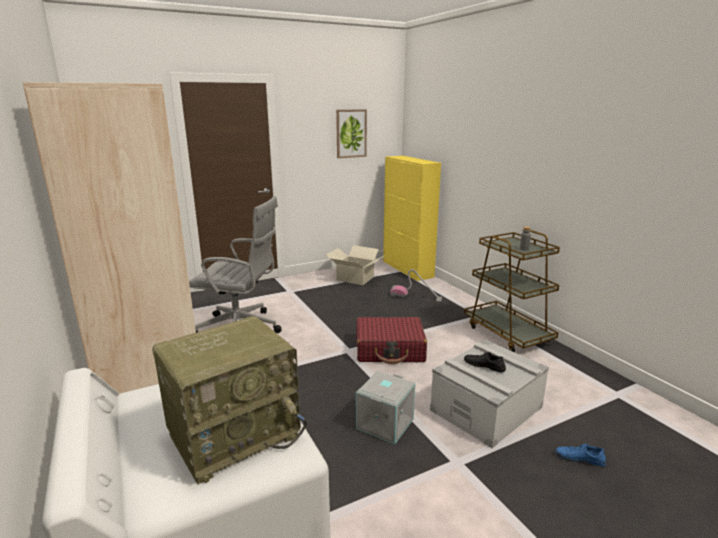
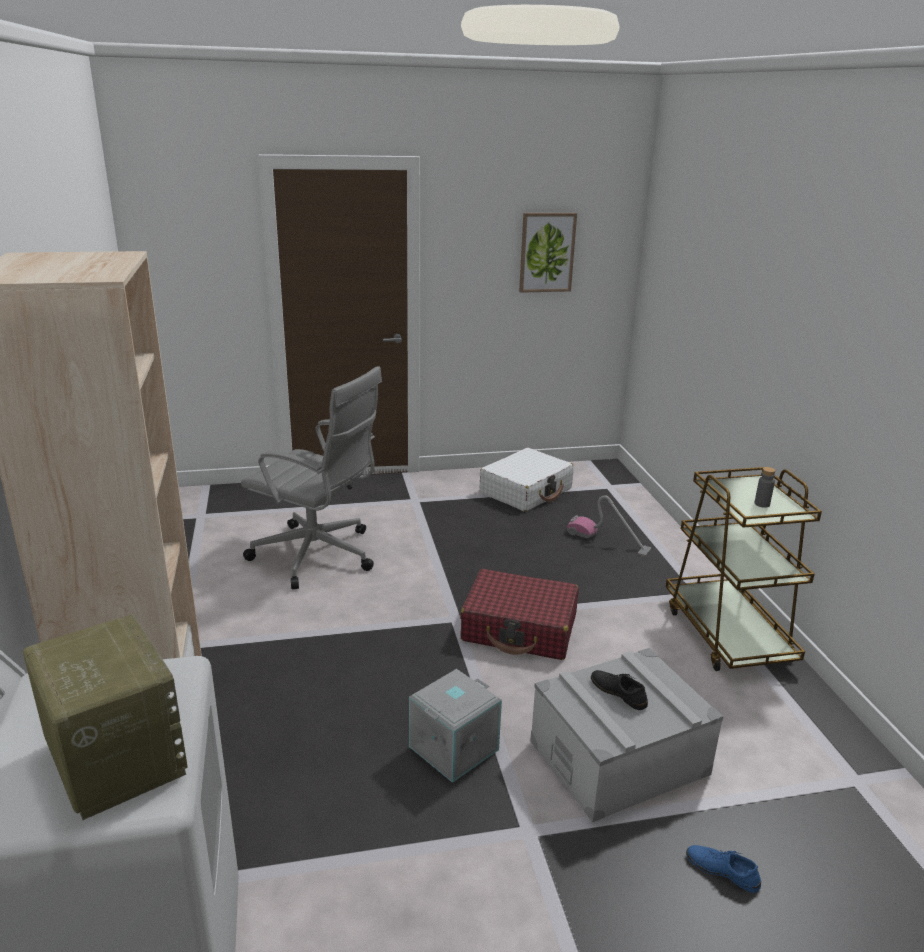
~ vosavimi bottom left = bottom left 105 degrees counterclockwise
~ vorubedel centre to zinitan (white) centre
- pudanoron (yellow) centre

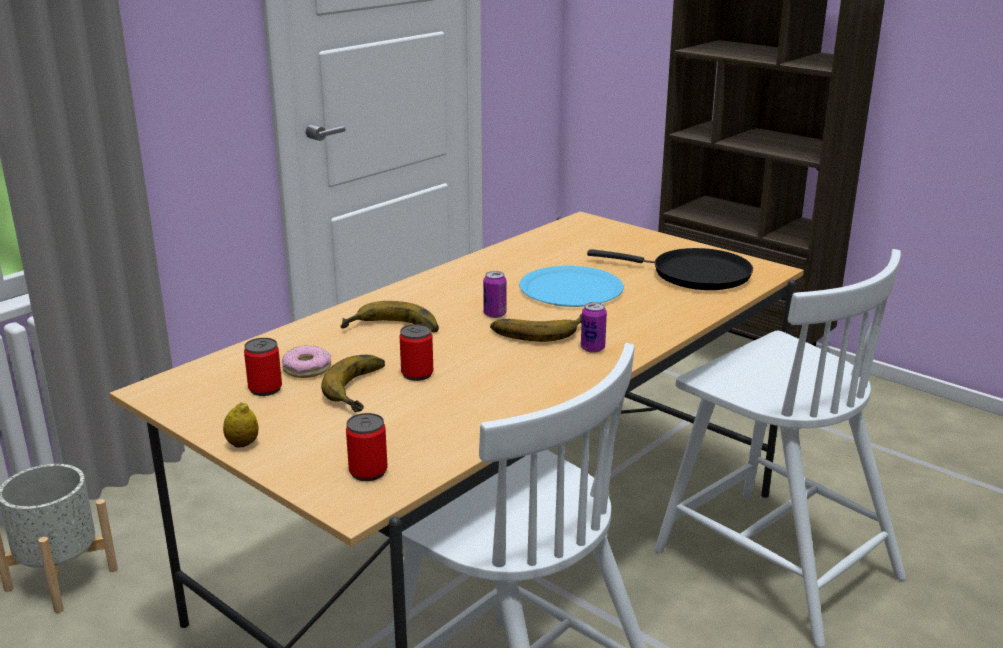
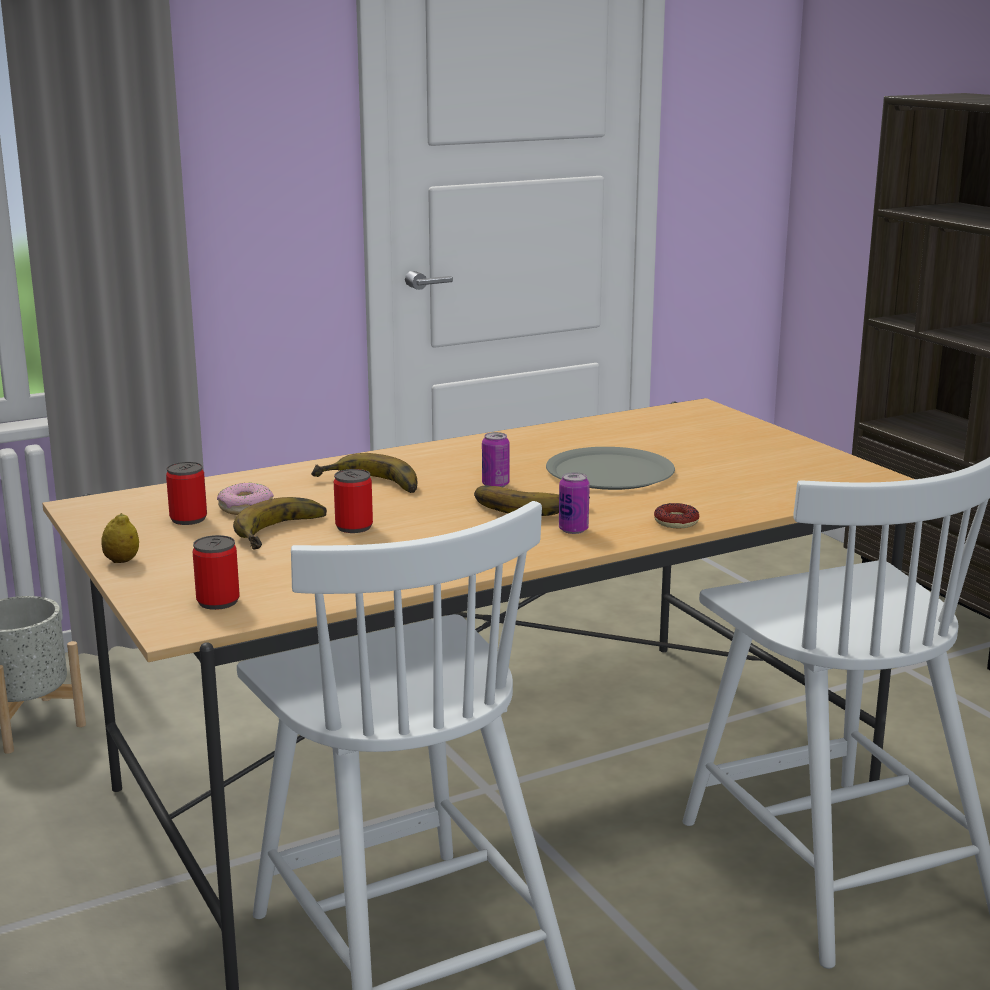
~ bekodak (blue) centre to bekodak (grey) centre
+ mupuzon (2nd from left) middle right
- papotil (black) middle right

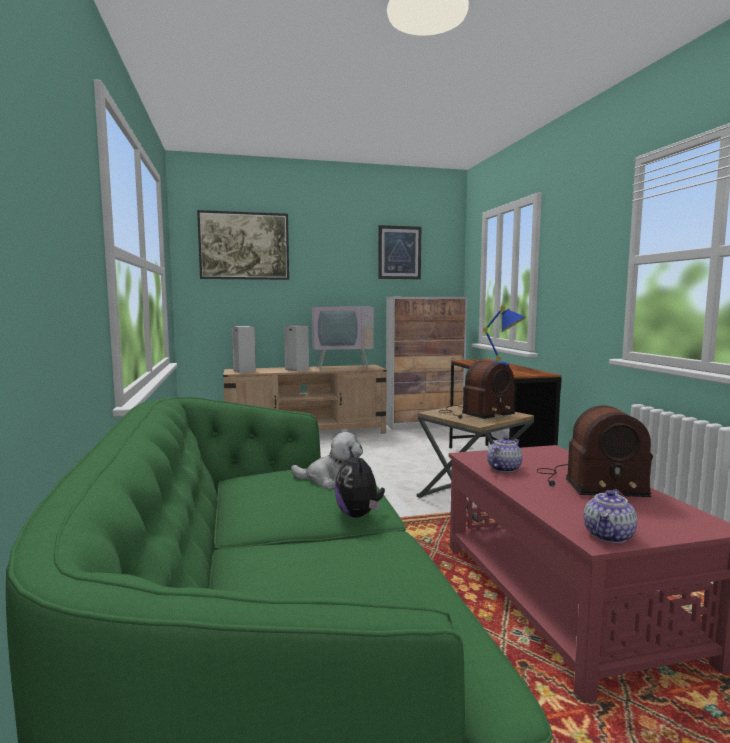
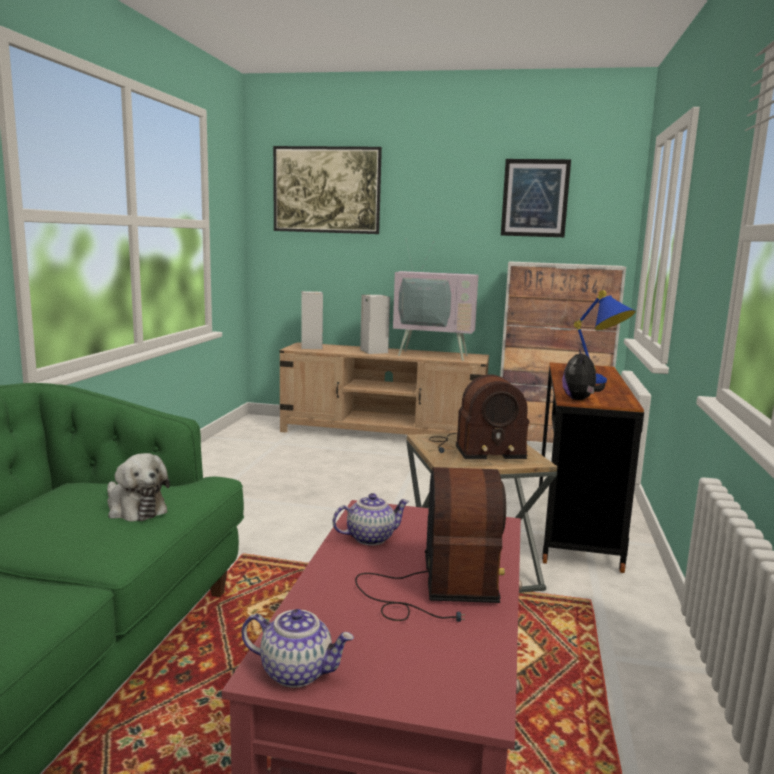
~ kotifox (2nd from left in the first image) bottom right = bottom centre 135 degrees counterclockwise
~ vosavimi (2nd from left in the first image) middle right = bottom centre 120 degrees counterclockwise
~ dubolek (2nd from left) centre to middle right

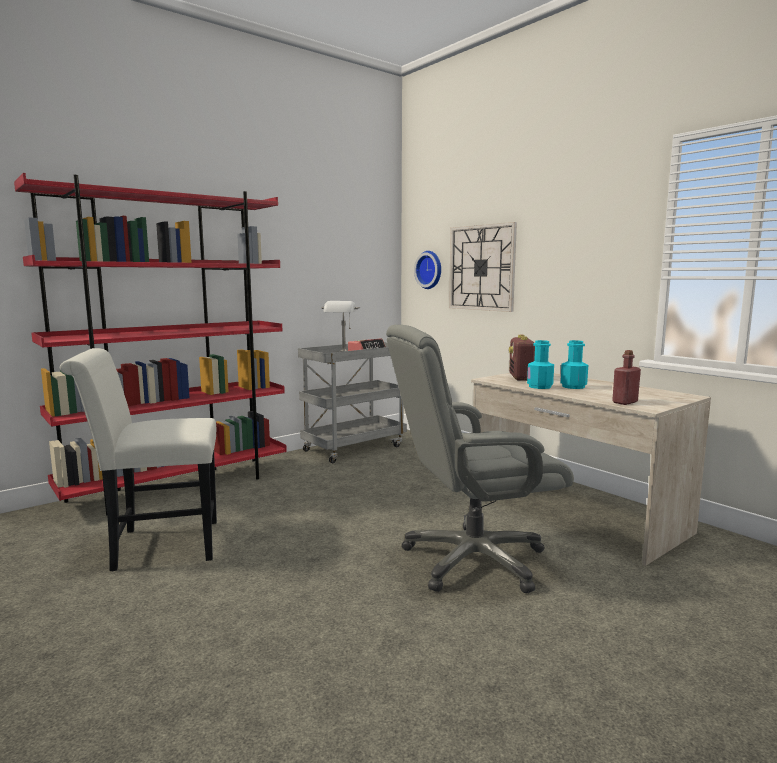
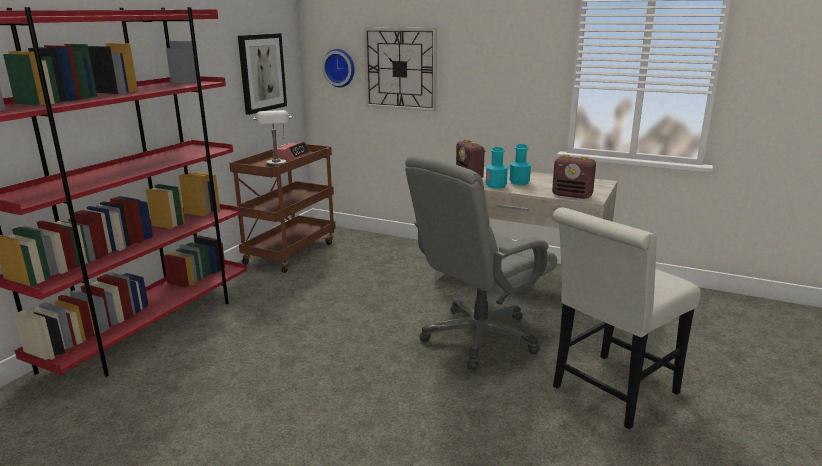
~ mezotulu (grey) centre to mezotulu (brown) centre
+ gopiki top left
~ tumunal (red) middle right to vosavimi (2nd from left) middle right
~ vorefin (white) middle left to bottom right

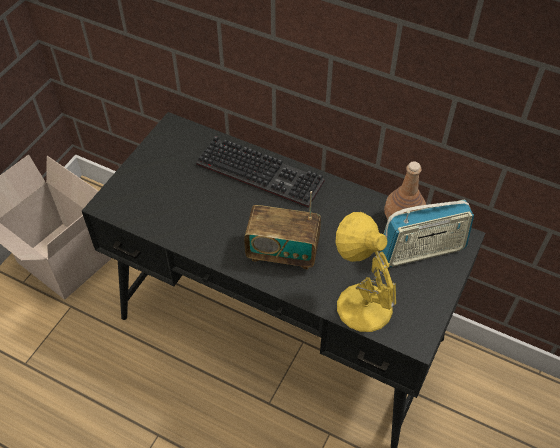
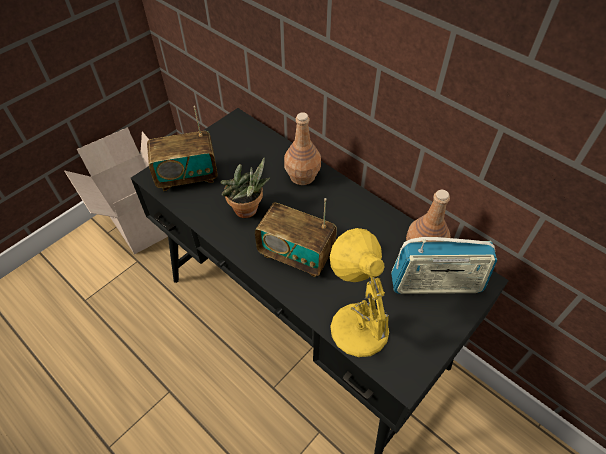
+ vosavimi (1st from left) top left
+ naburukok centre
~ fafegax centre to tumunal (brown) (1st from left) top centre

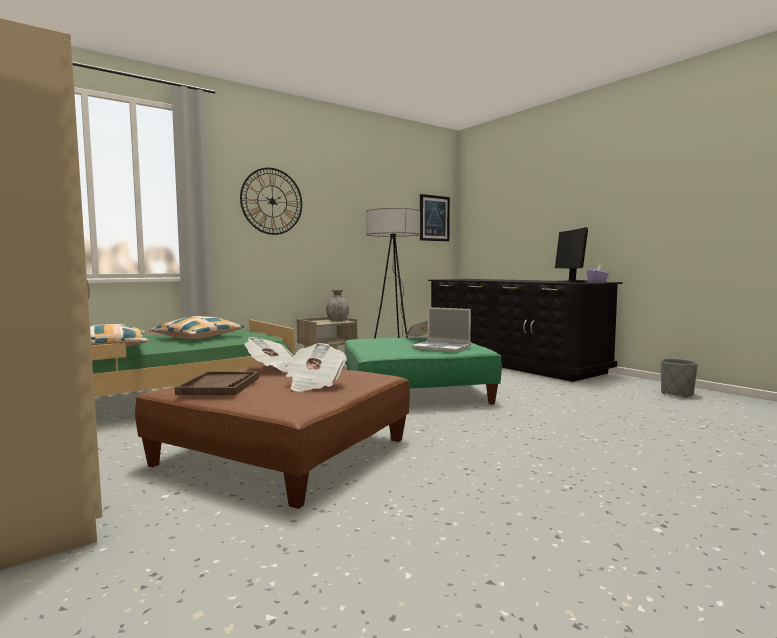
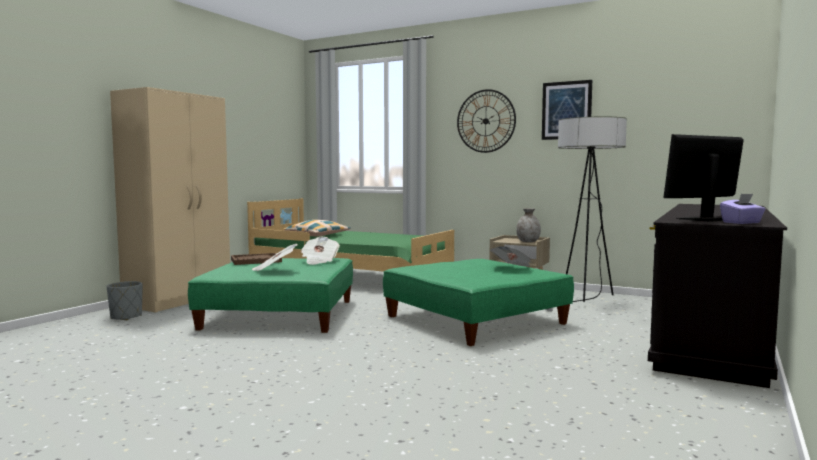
~ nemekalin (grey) middle right to middle left
~ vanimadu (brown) bottom centre to vanimadu (green) (1st from left) middle left
~ gopiki centre to top right
- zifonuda (2nd from left) middle left
- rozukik centre

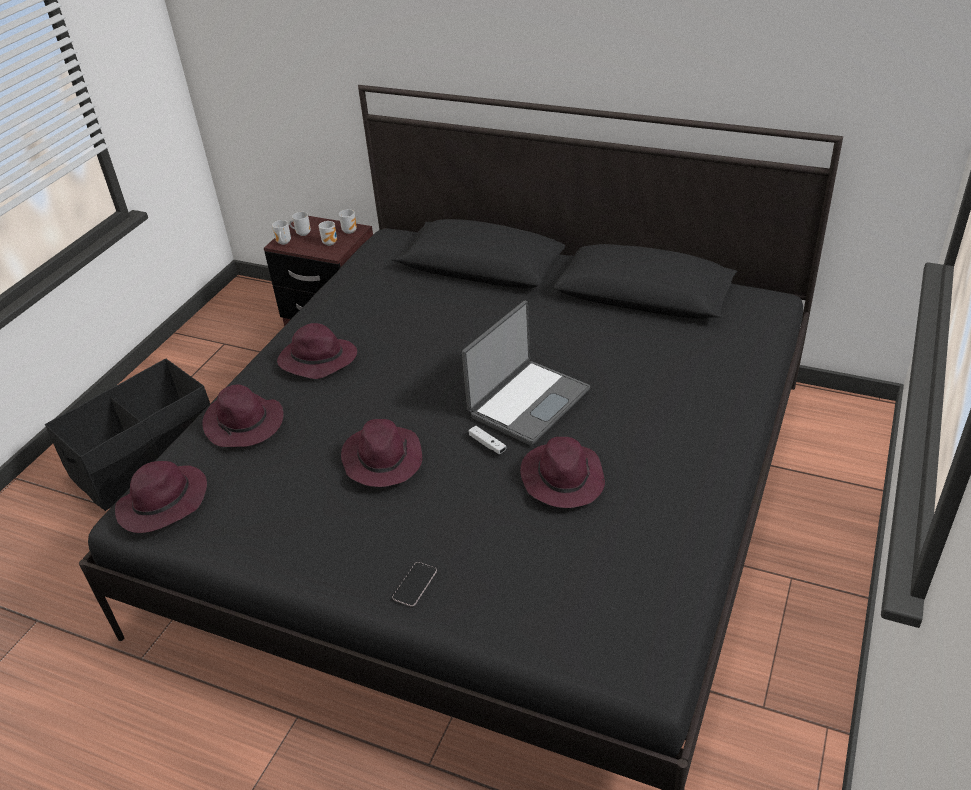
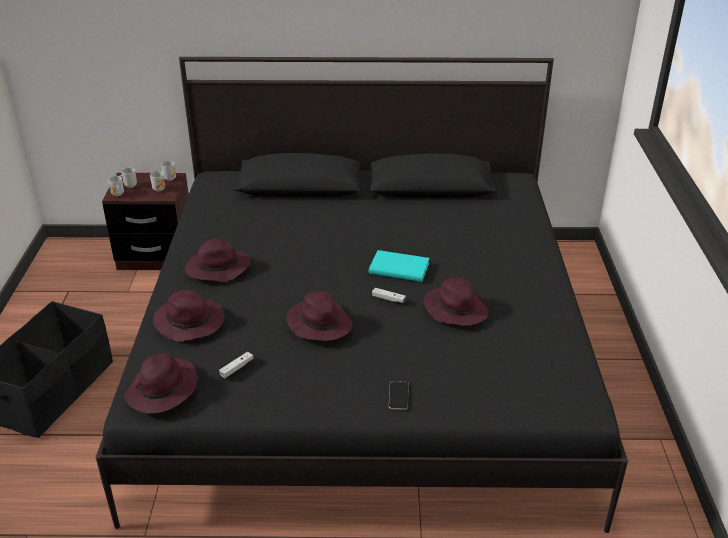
+ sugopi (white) (1st from left) bottom left
~ rozukik centre to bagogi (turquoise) centre

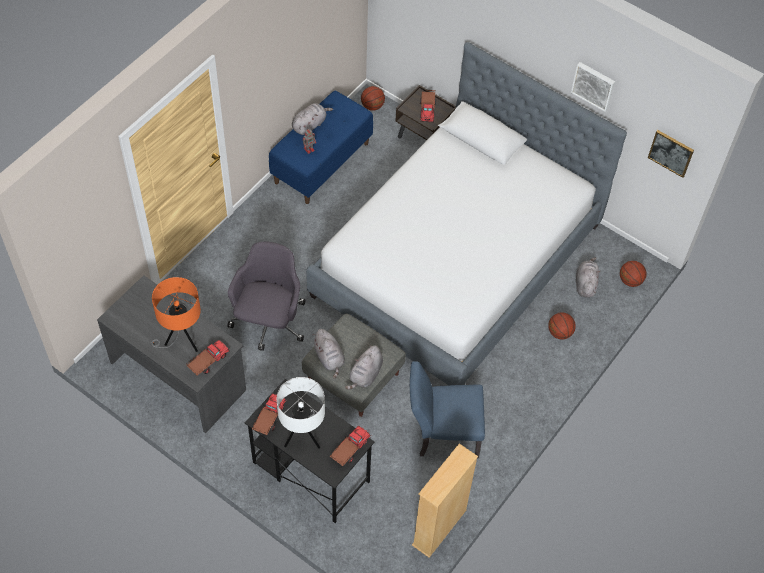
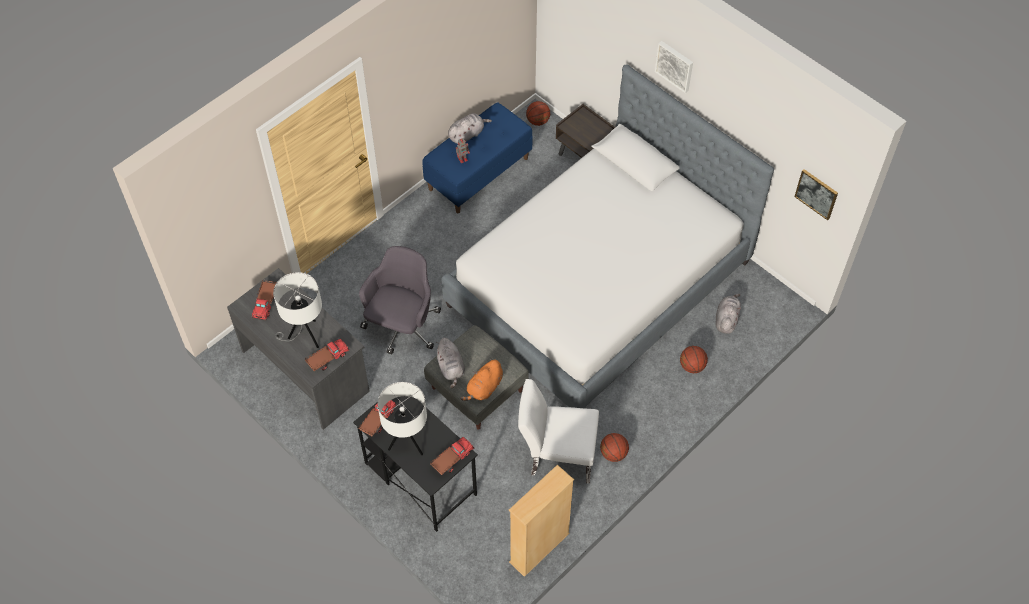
~ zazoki (4th from left in the first image) top centre to zazoki (1st from left) middle left
~ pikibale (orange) middle left to pikibale (white) (1st from left) middle left
~ dubolek (grey) (3rd from left) centre to dubolek (orange) centre
~ vorefin (blue) bottom centre to vorefin (white) bottom centre
~ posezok (3rd from left in the first image) middle right to posezok (2nd from left) bottom centre
~ gopiki (1st from left) top right to top centre

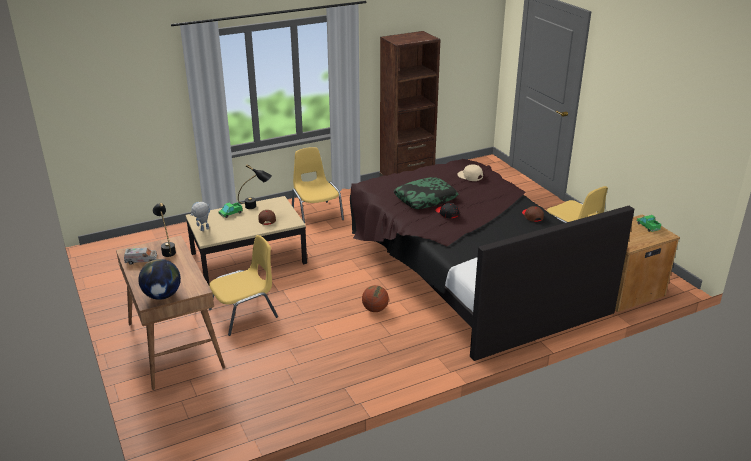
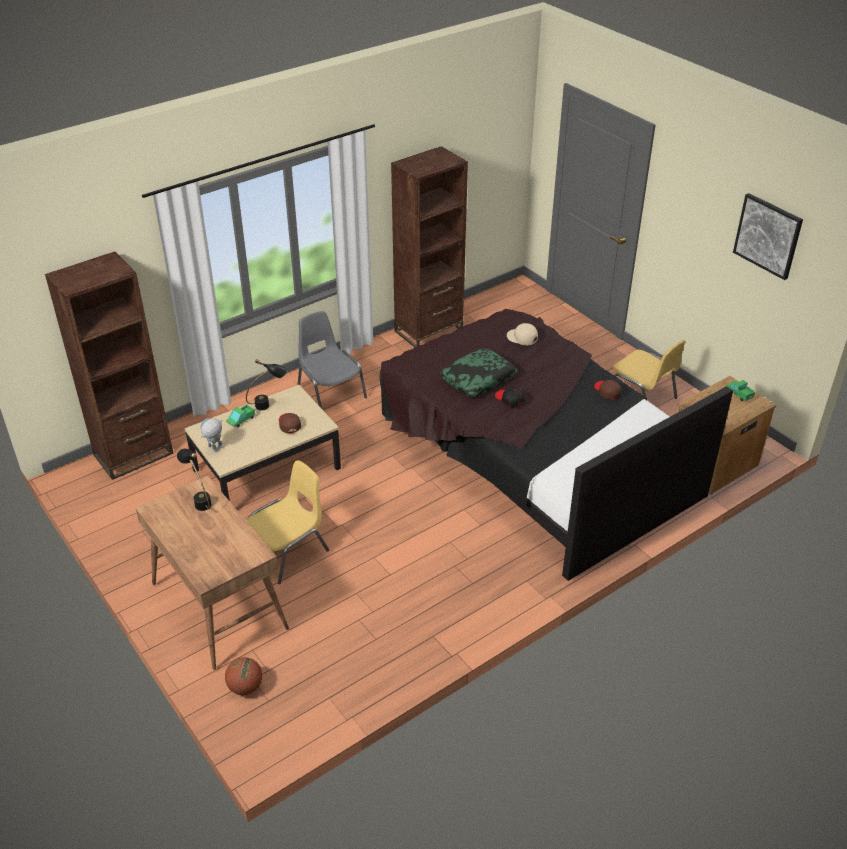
+ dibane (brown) (1st from left) middle left
~ posezok centre to bottom left
~ vorefin (yellow) (2nd from left) centre to vorefin (grey) centre
+ gopiki top right
- zazoki (1st from left) middle left
- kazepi middle left

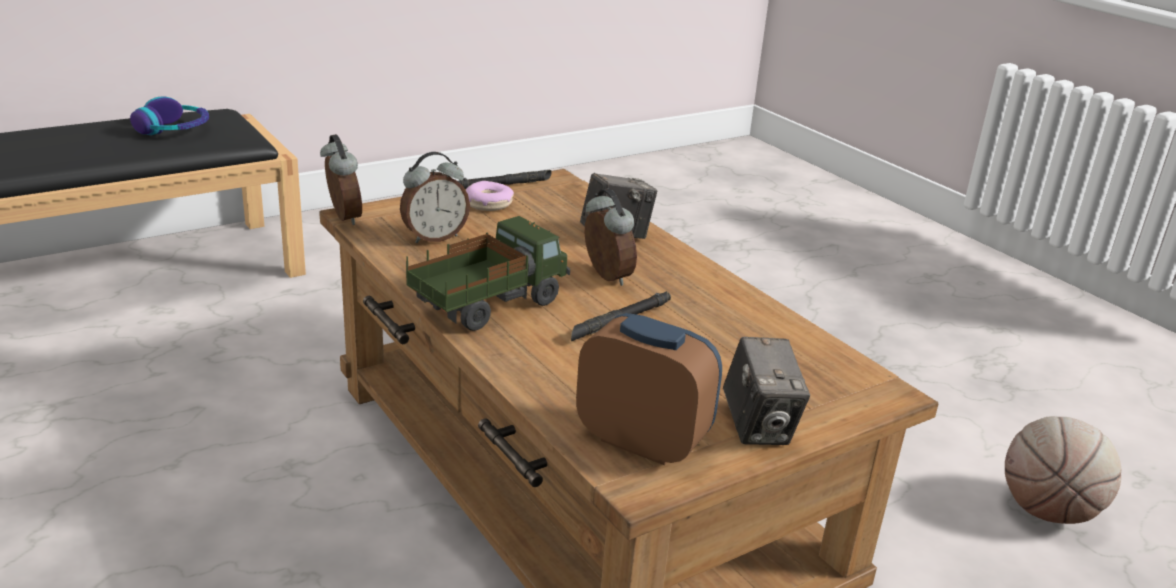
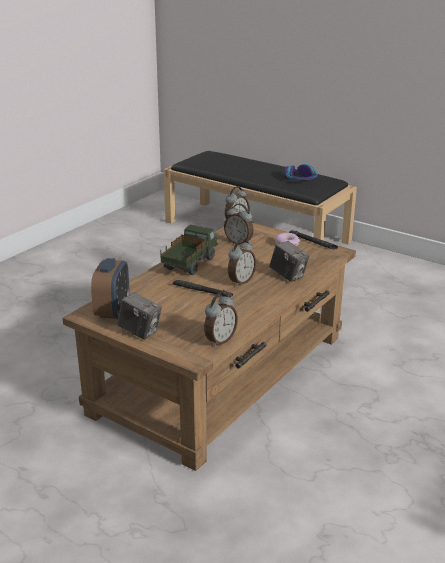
~ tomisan (2nd from left in the first image) centre = middle left 120 degrees counterclockwise
~ zazoki centre = centre 90 degrees counterclockwise
+ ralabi (2nd from left) centre
- posezok bottom right

